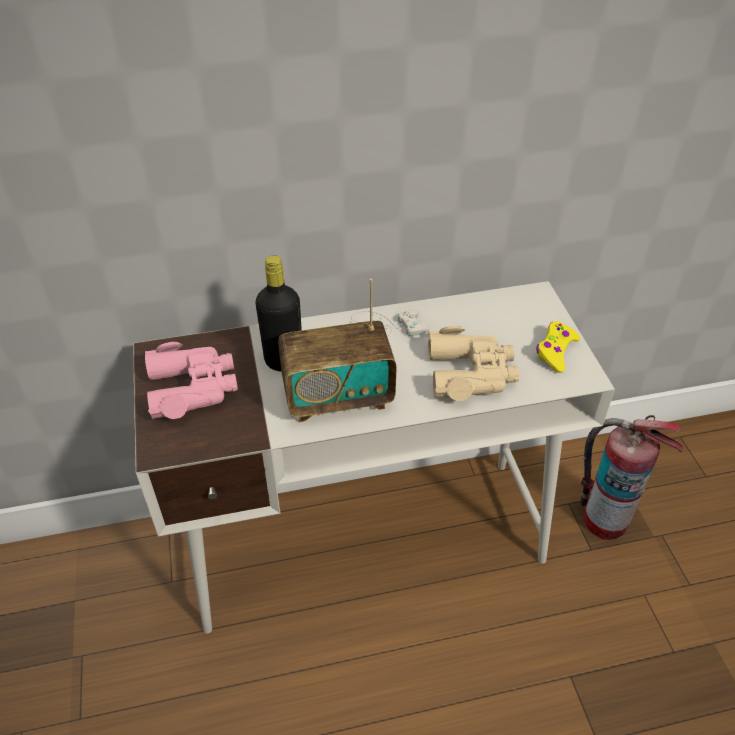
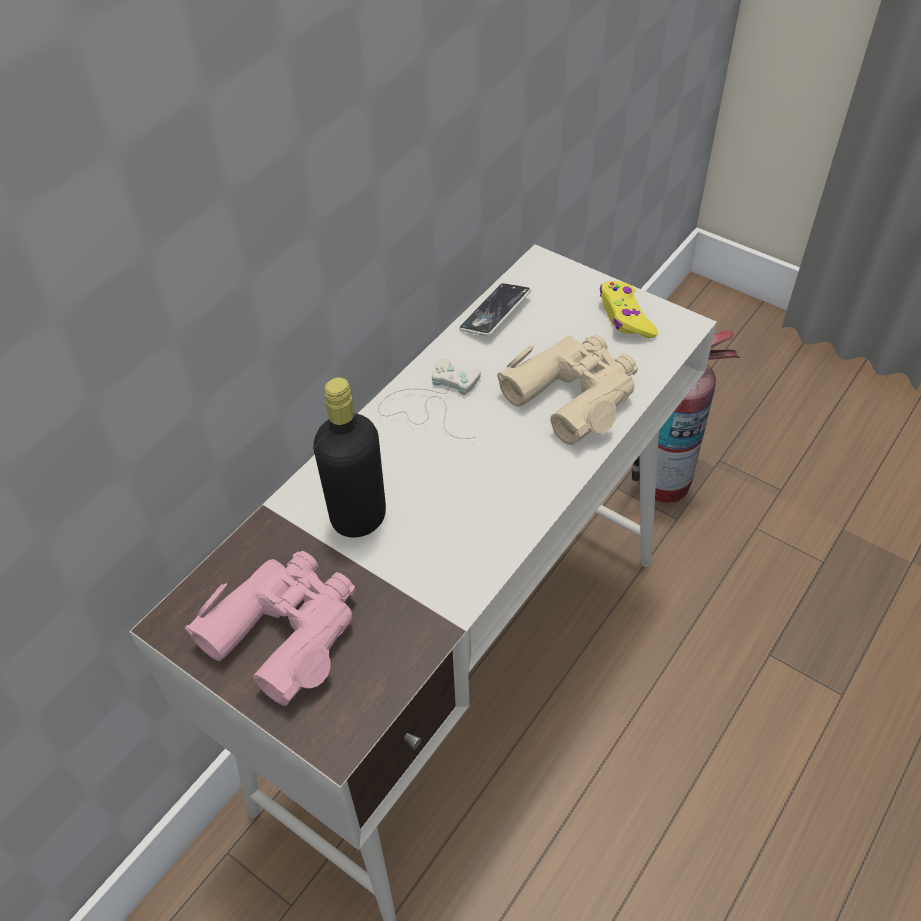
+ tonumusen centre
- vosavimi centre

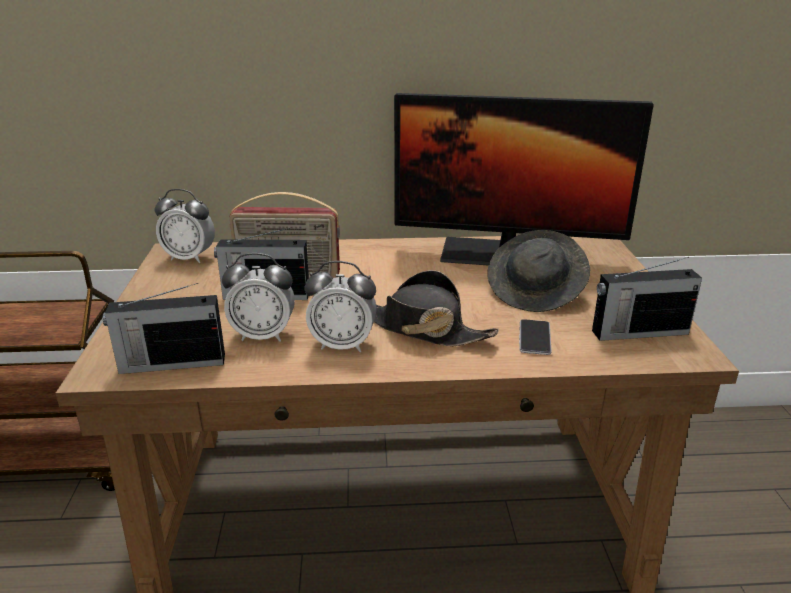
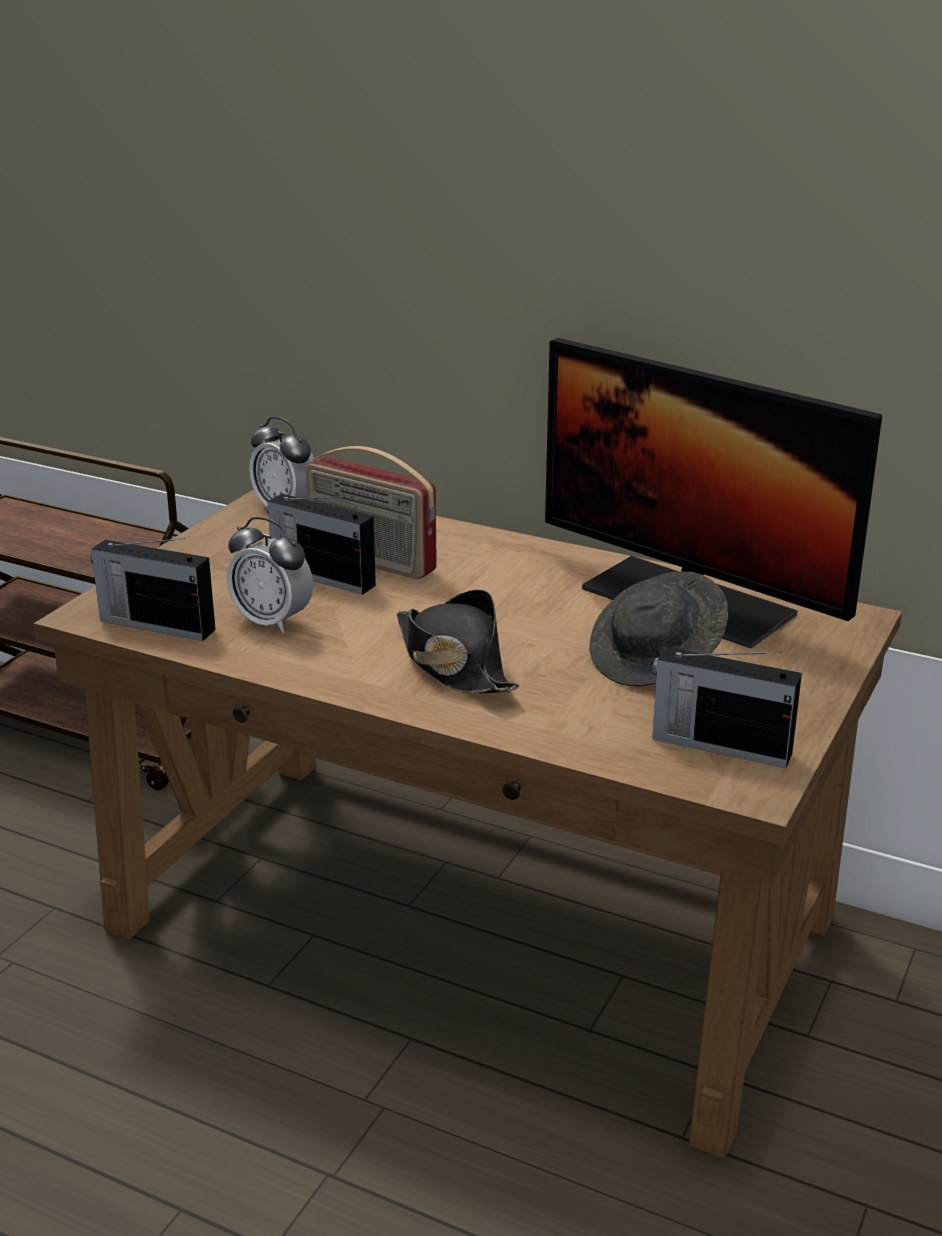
- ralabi (3rd from left) centre
- tonumusen middle right

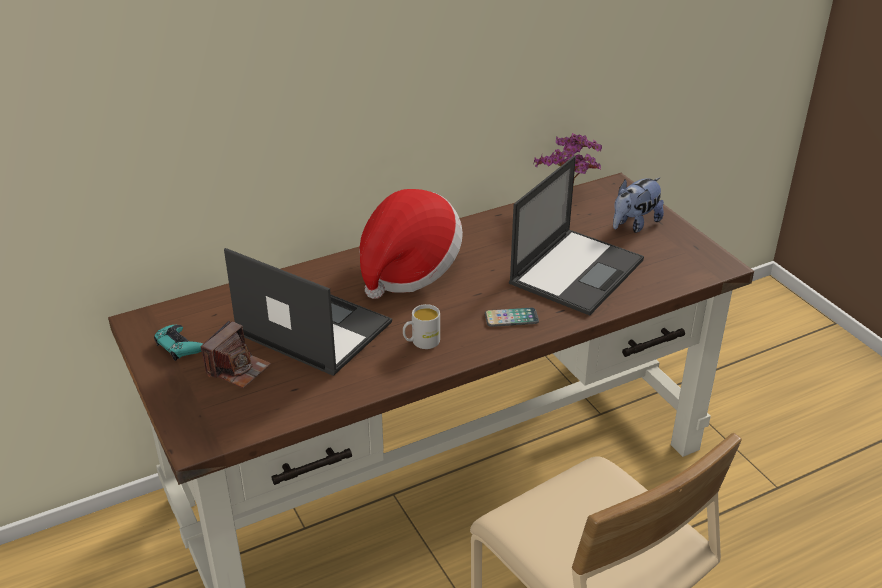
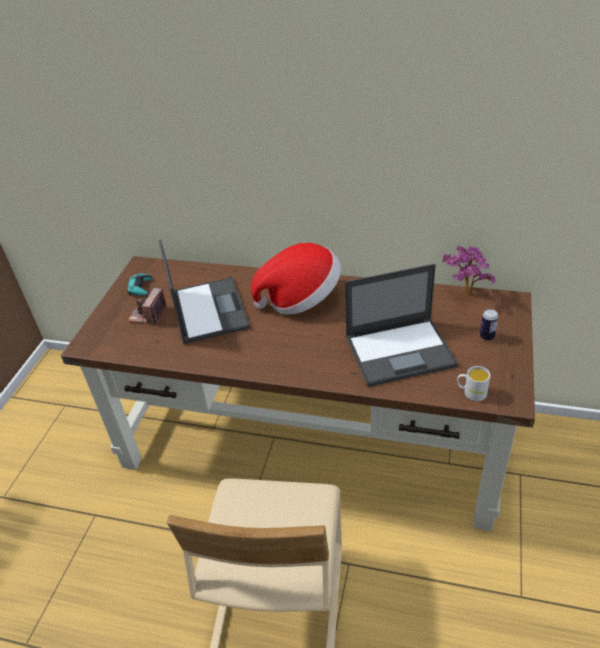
~ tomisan middle left = middle left 120 degrees clockwise
~ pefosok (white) centre to middle right
~ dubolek middle right to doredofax middle right
- tonumusen centre

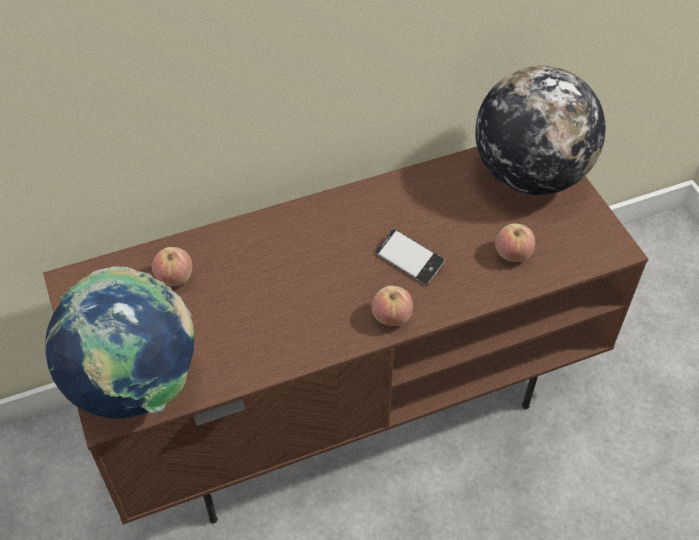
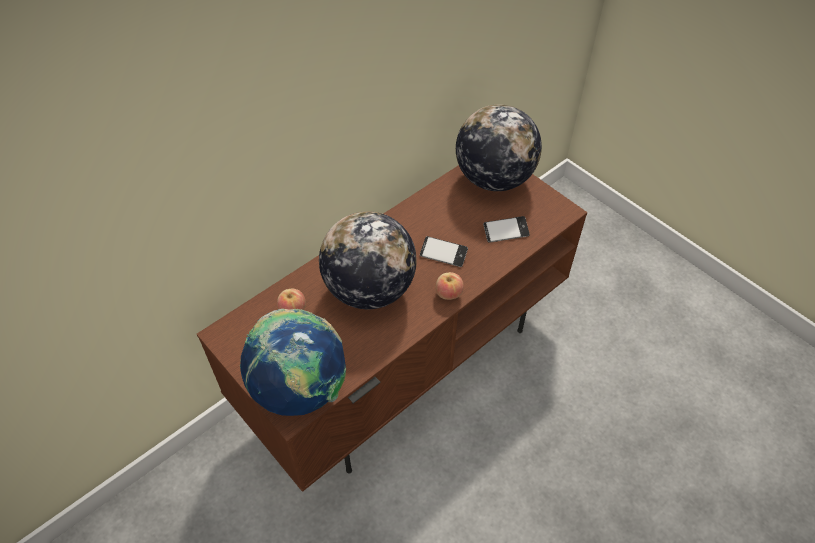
+ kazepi (2nd from left) centre
~ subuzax (3rd from left) middle right to tonumusen (2nd from left) centre

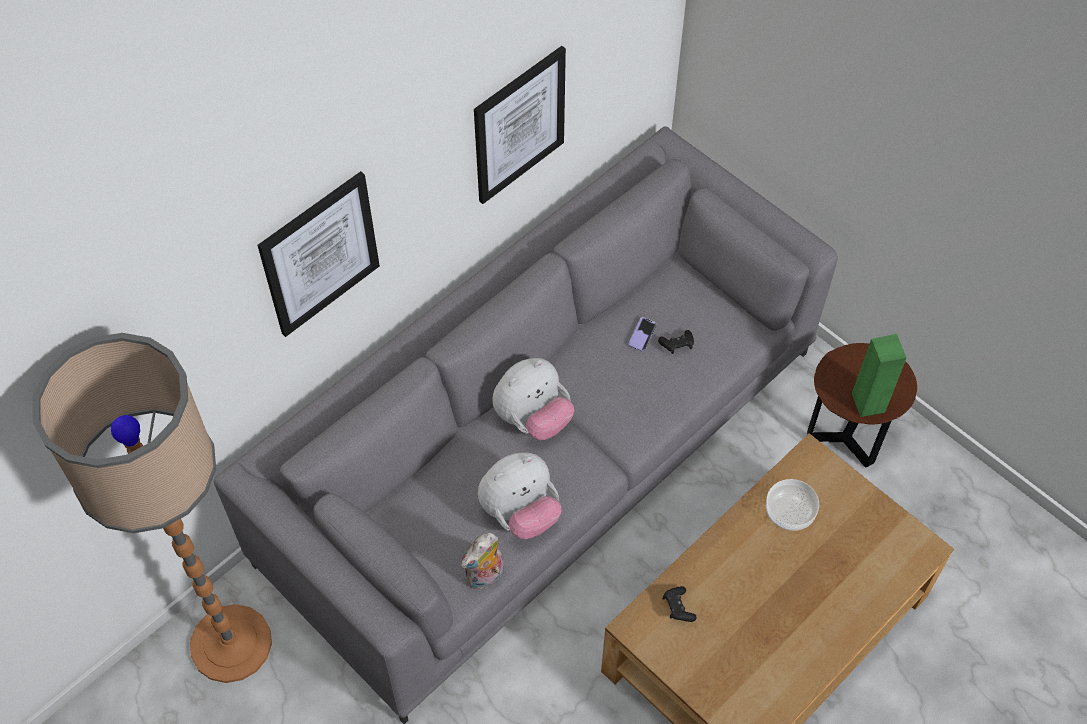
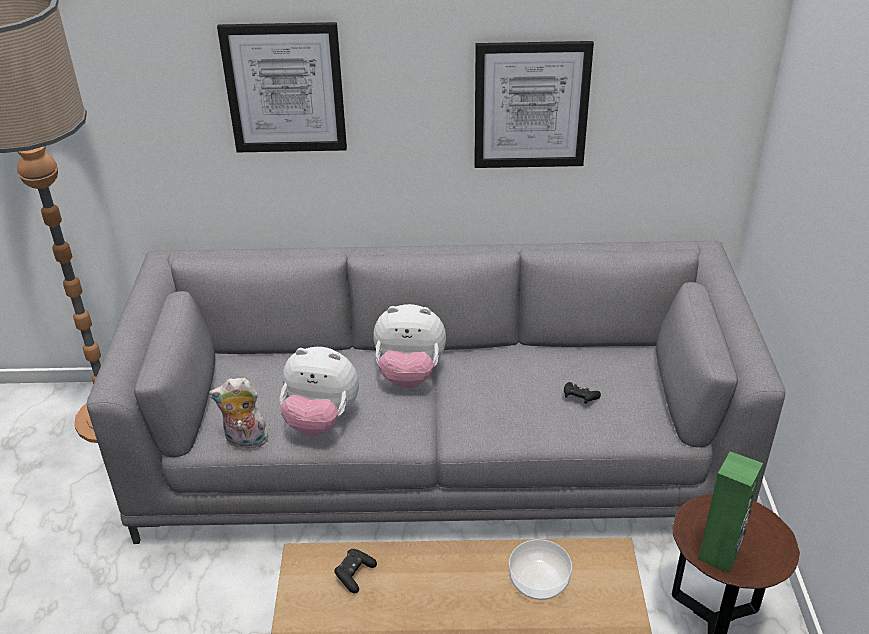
- tonumusen centre

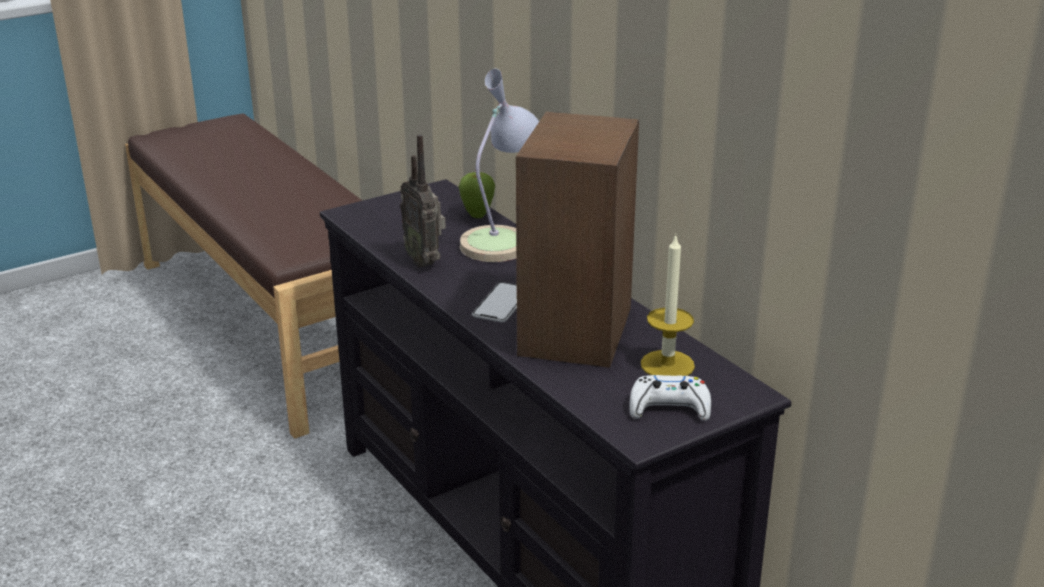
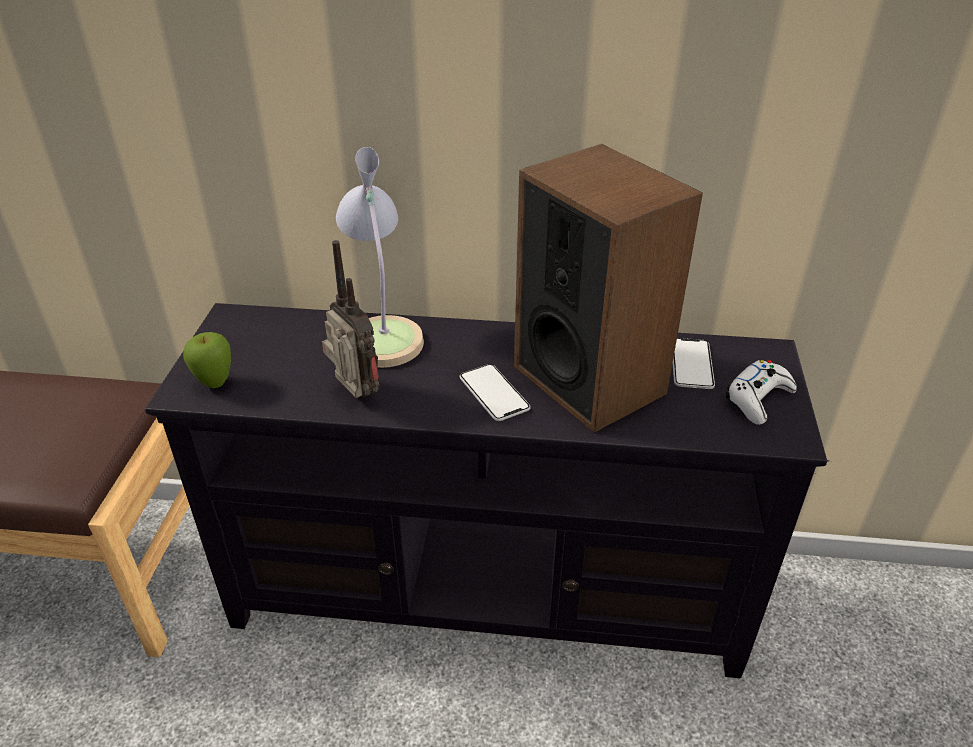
~ subuzax top centre to middle left
~ vosavimi centre = centre 135 degrees counterclockwise
~ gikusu centre to tonumusen (2nd from left) middle right

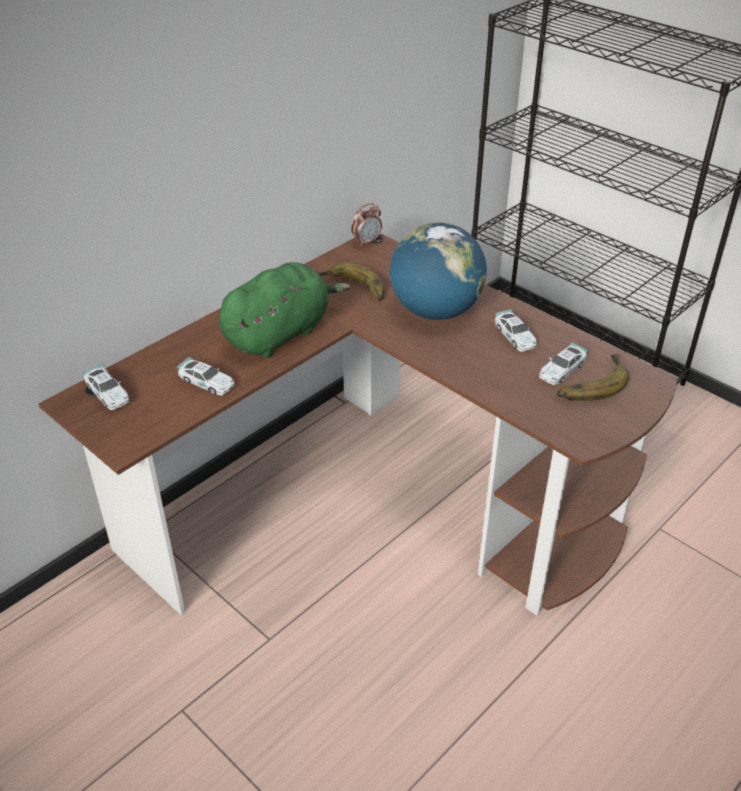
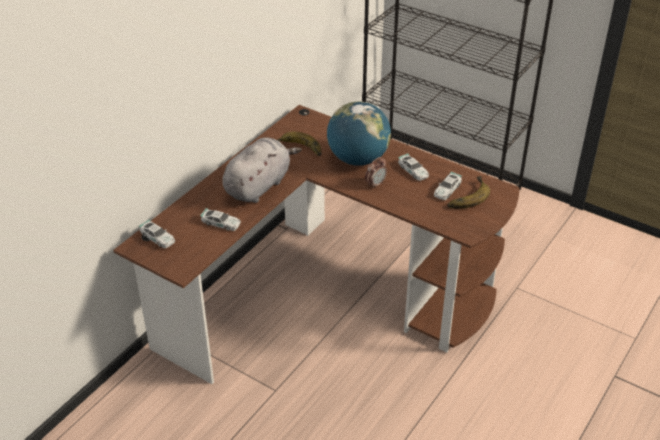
~ dubolek (green) centre to dubolek (grey) centre
~ ralabi top centre to centre

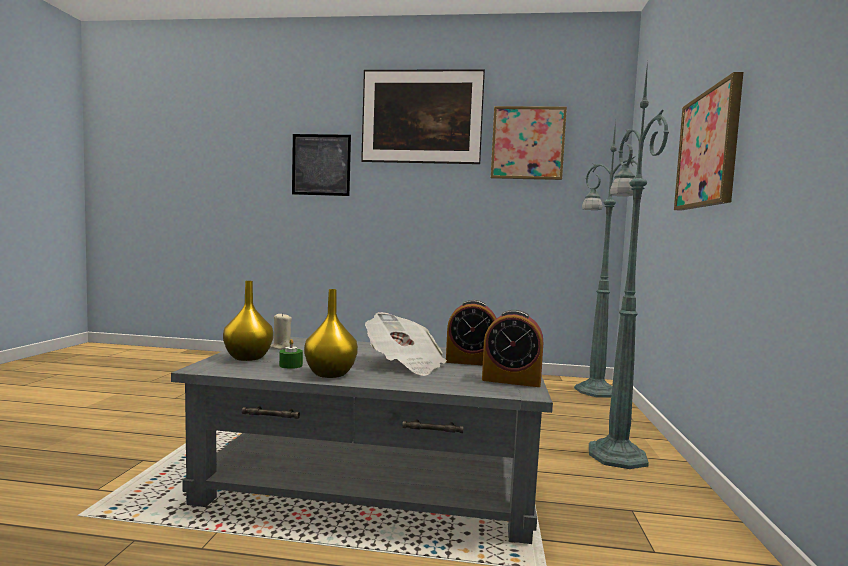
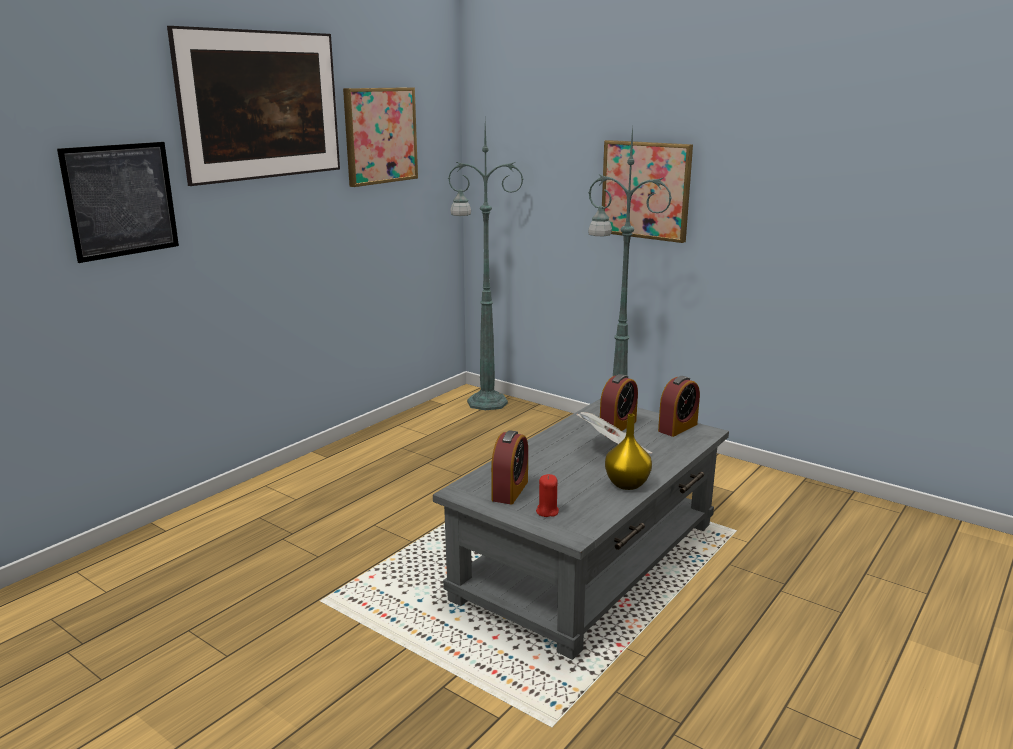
~ gikusu (beige) middle left to ralabi (1st from left) centre
~ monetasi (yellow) (1st from left) middle left to gikusu (red) centre
- gikusu (green) centre

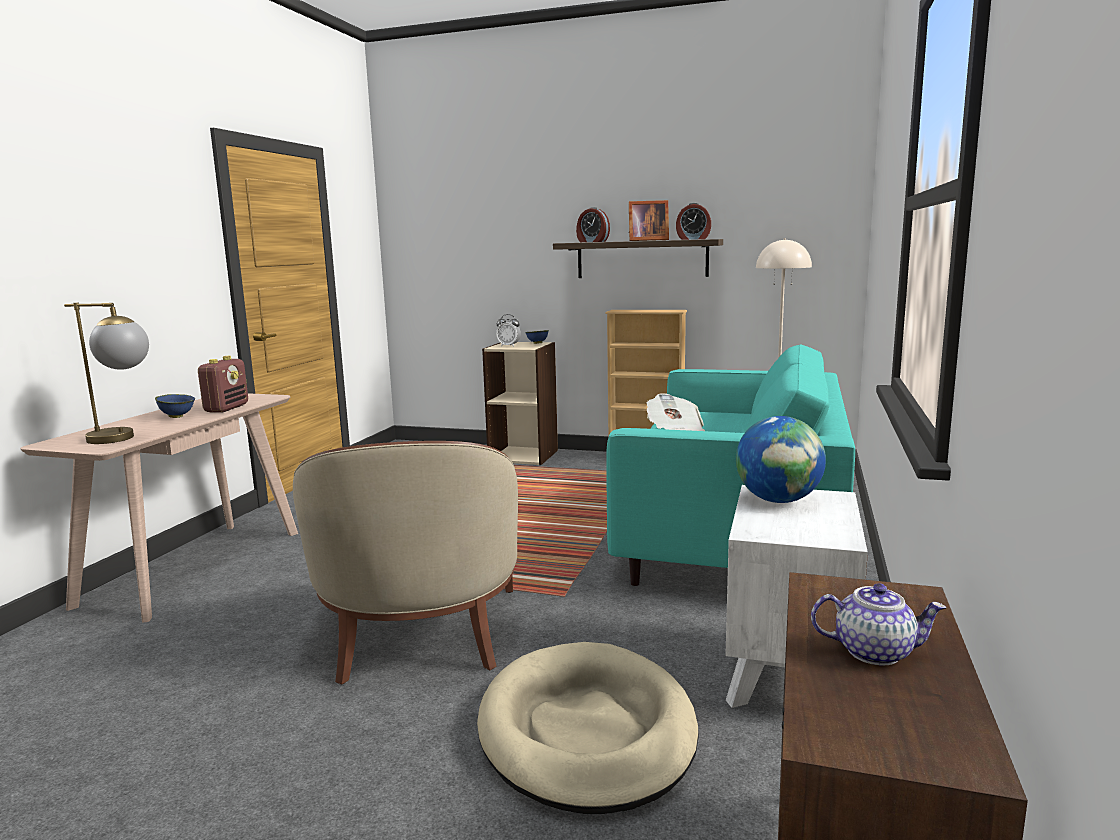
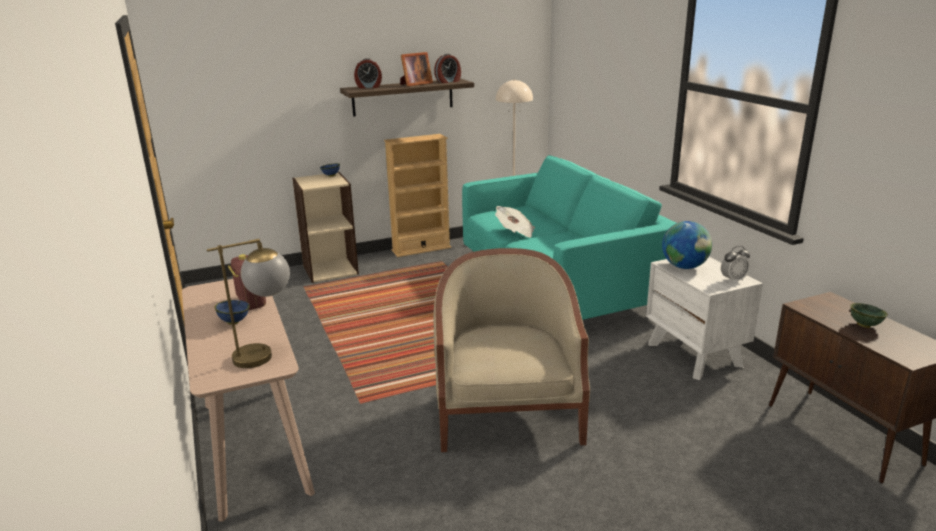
~ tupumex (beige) bottom centre = centre 135 degrees counterclockwise
~ ralabi (1st from left in the first image) centre to ralabi (3rd from left) middle right
~ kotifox bottom right to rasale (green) middle right
- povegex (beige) bottom centre

